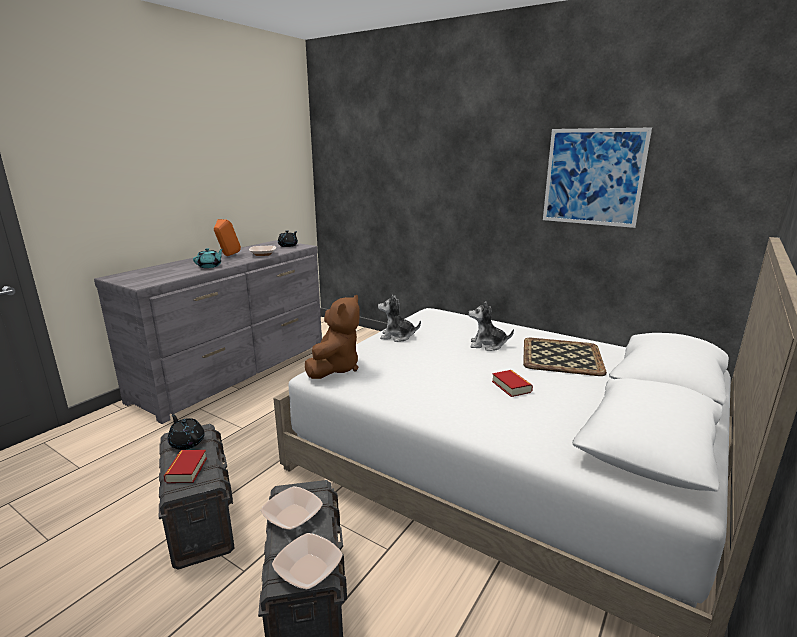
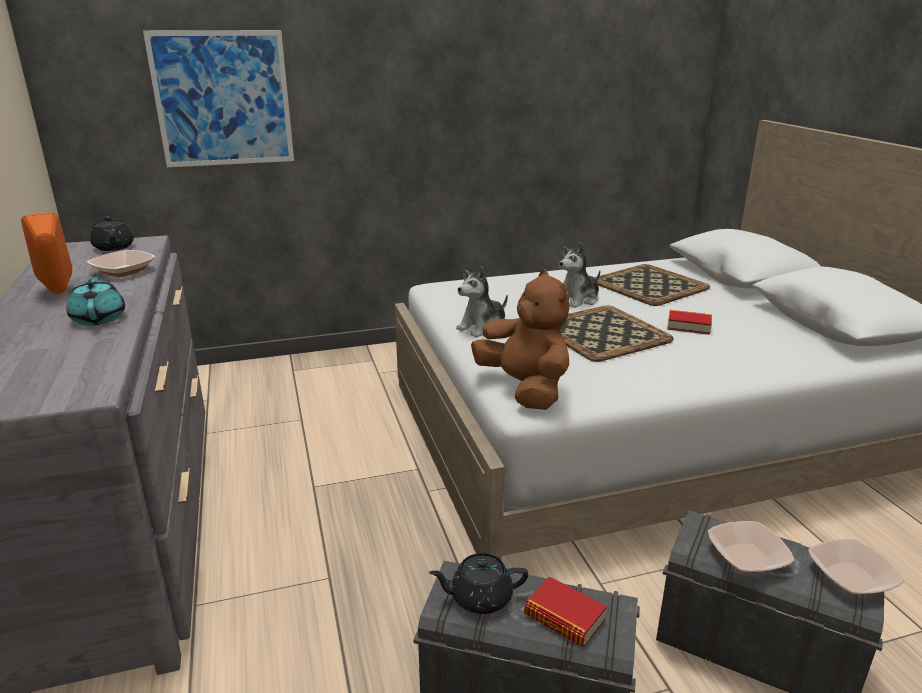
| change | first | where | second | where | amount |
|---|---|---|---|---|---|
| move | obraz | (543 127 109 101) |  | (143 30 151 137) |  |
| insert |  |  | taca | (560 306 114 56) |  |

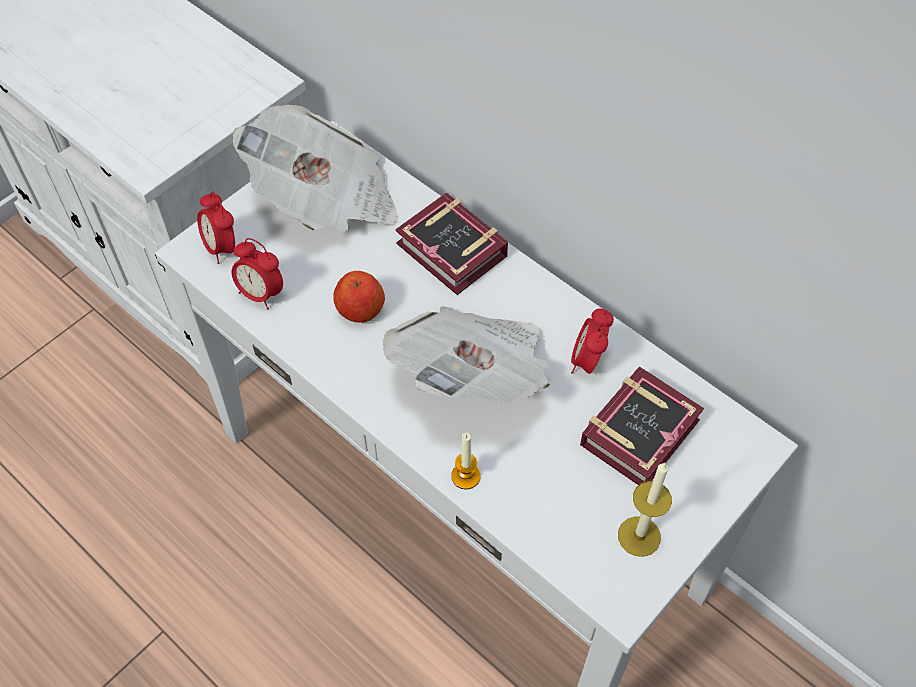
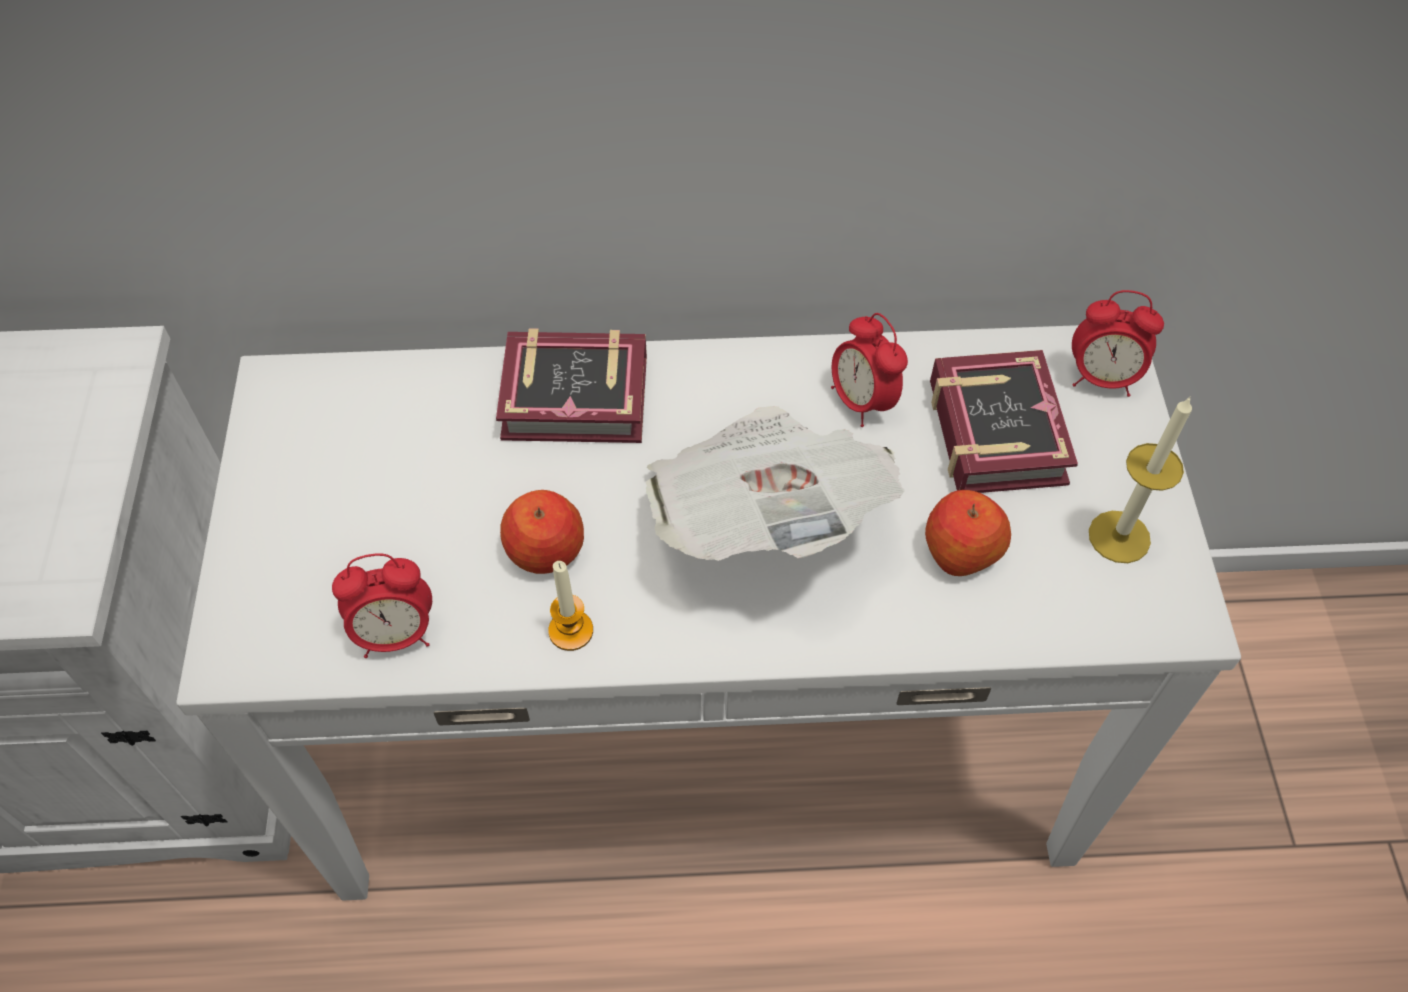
| change | first | where | second | where | amount |
|---|---|---|---|---|---|
| move | budzik | (197 191 38 73) |  | (1072 290 92 107) |  |
| delete | gazeta | (232 105 166 127) |  |  |  |
| move | świeca | (451 433 30 56) |  | (548 561 45 90) |  |
| insert |  |  | jabłko | (925 490 86 86) |  |

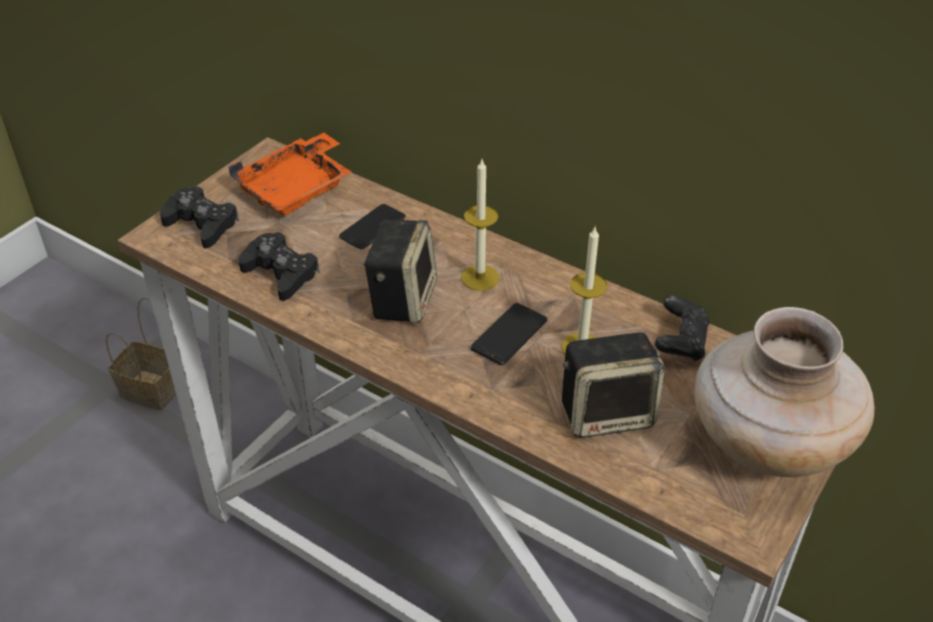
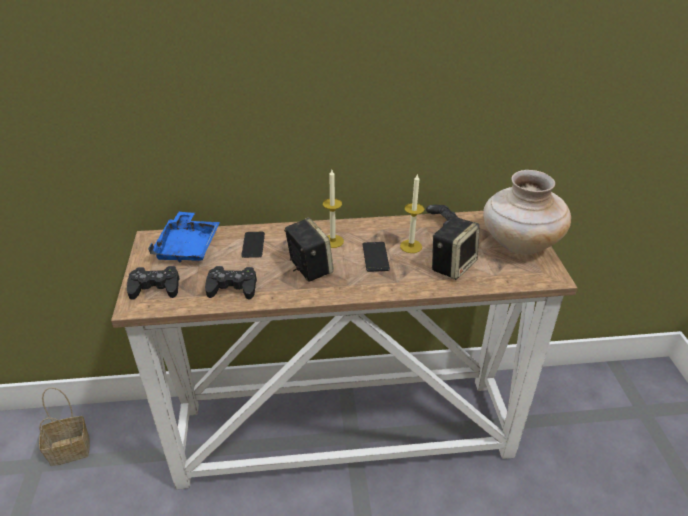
| change | first | where | second | where | amount |
|---|---|---|---|---|---|
| recolor | taca/pomarańczowy | (228 133 124 82) | taca/niebieski | (148 212 72 50) |  |

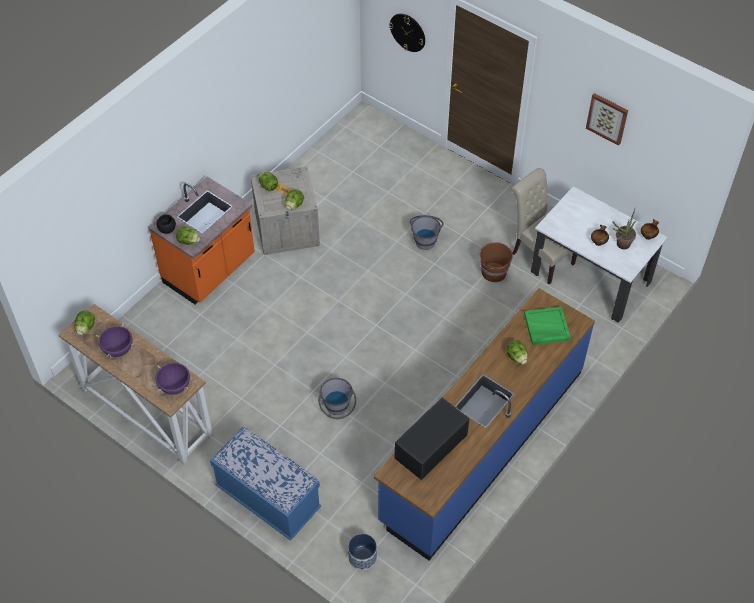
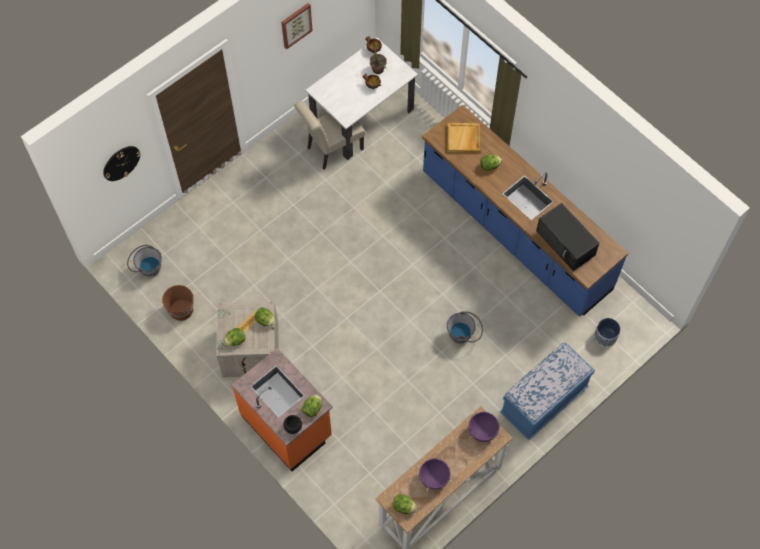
| change | first | where | second | where | amount |
|---|---|---|---|---|---|
| move | wiadro/szary | (410 215 34 35) |  | (127 245 35 32) |  |
| move | wiadro/brązowy | (478 242 35 40) |  | (162 285 32 36) |  |
| recolor | taca/zielony | (524 307 47 38) | taca/beżowy | (447 123 33 30) |  |

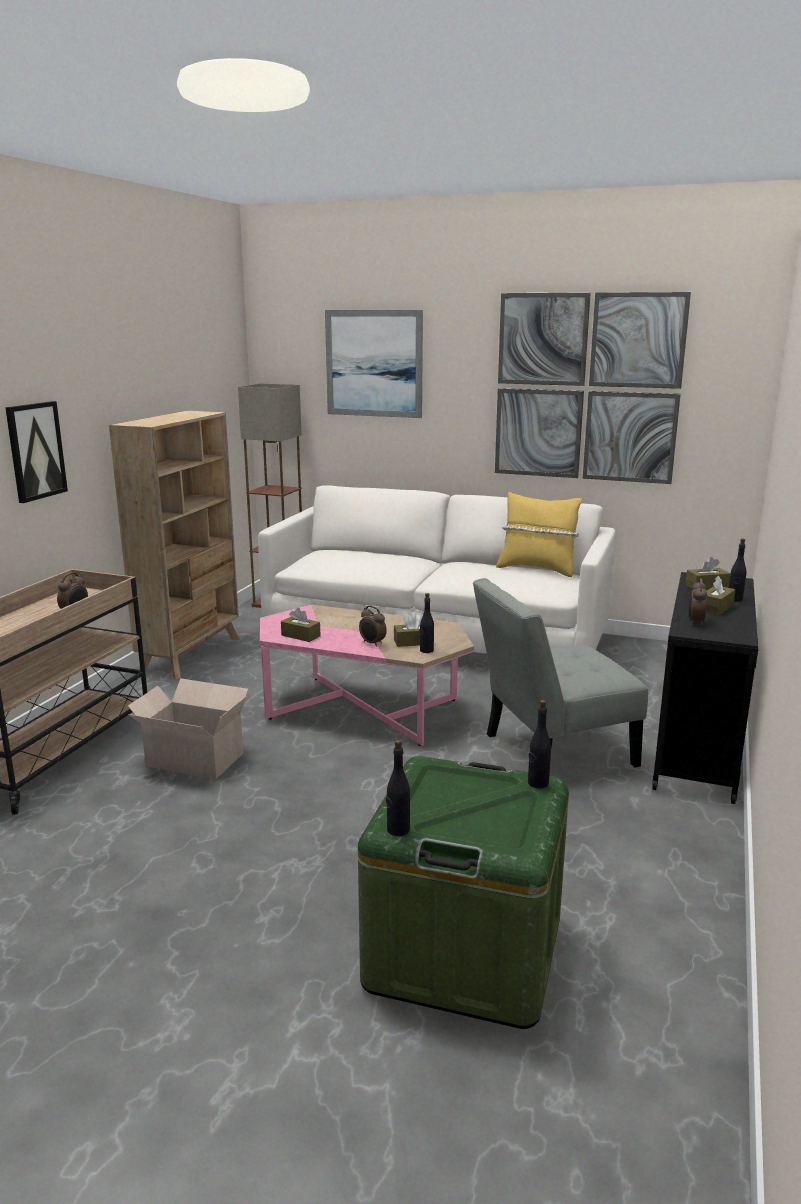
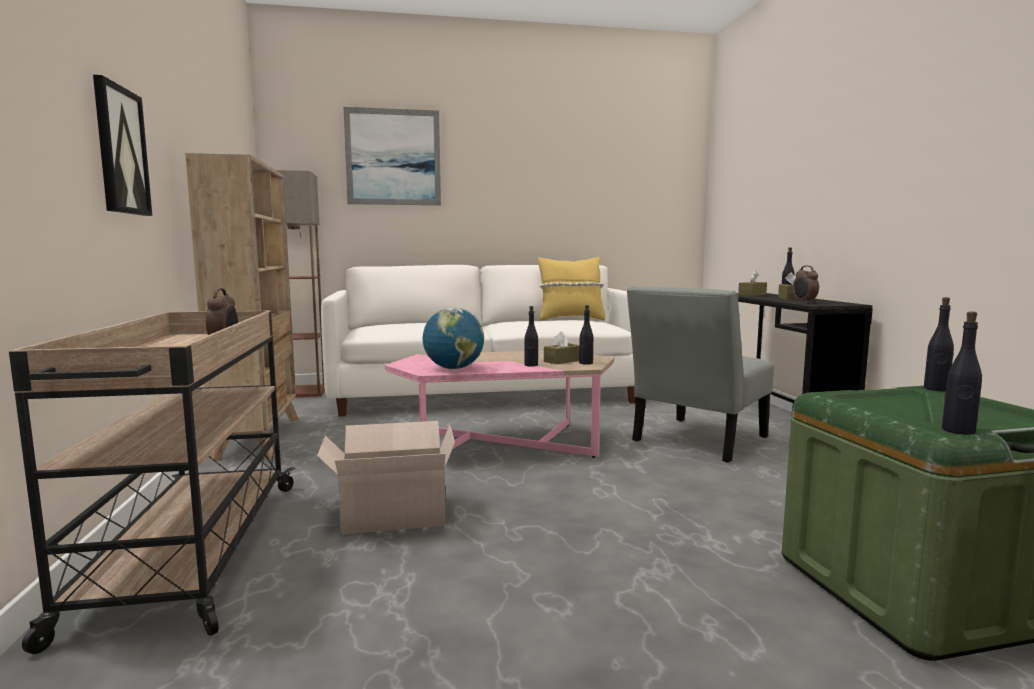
| change | first | where | second | where | amount |
|---|---|---|---|---|---|
| replace | pudełko chusteczek/brązowy | (281 608 39 34) | globus | (423 308 61 61) |  |
| replace | budzik | (359 606 28 41) | butelka/czarny | (525 306 13 61) |  |
| delete | obraz | (495 292 196 192) |  |  |  |

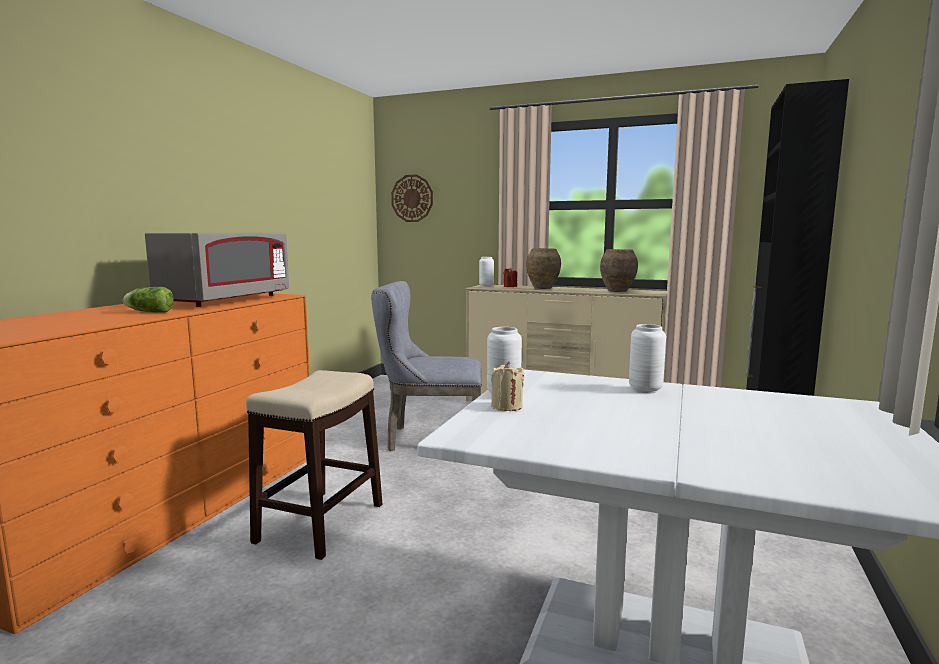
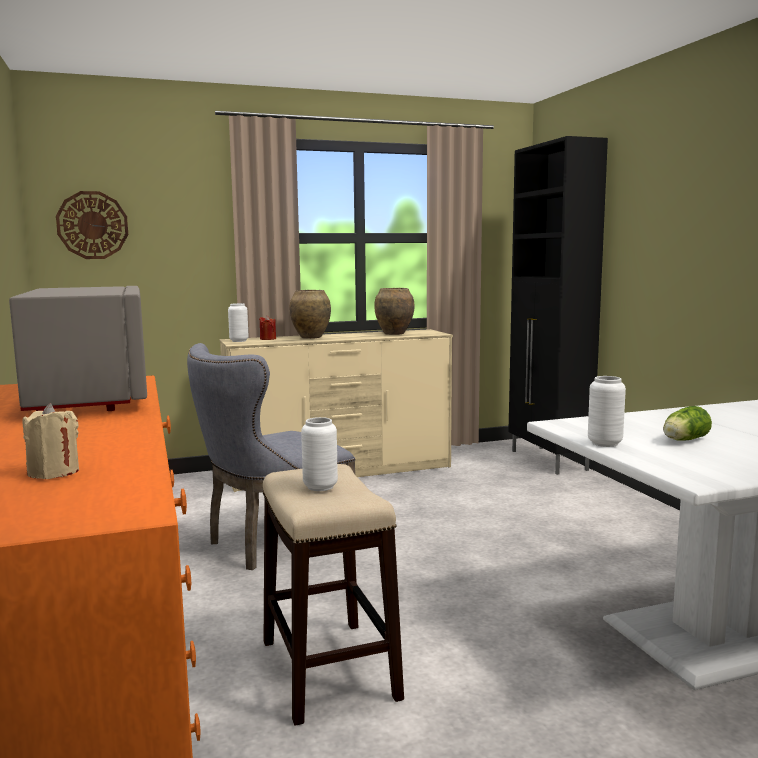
| change | first | where | second | where | amount |
|---|---|---|---|---|---|
| move | sałata | (123 287 51 26) |  | (663 406 49 35) |  |
| move | świeca/beżowy | (491 361 33 50) |  | (23 403 56 76) |  |
| move | wazon/biały | (629 324 37 69) |  | (301 417 37 74) |  |

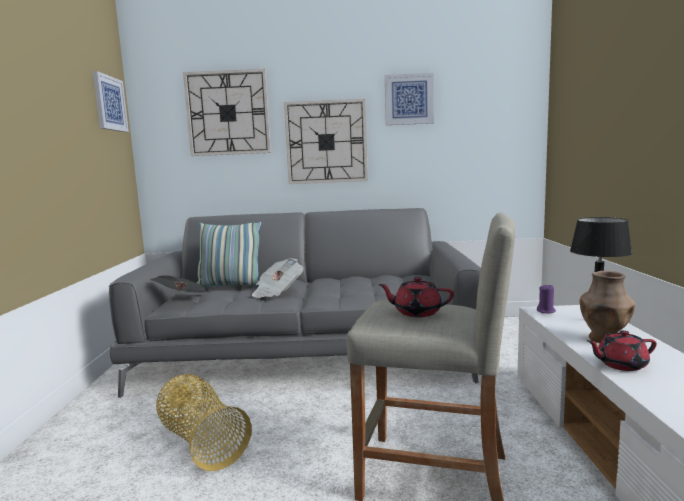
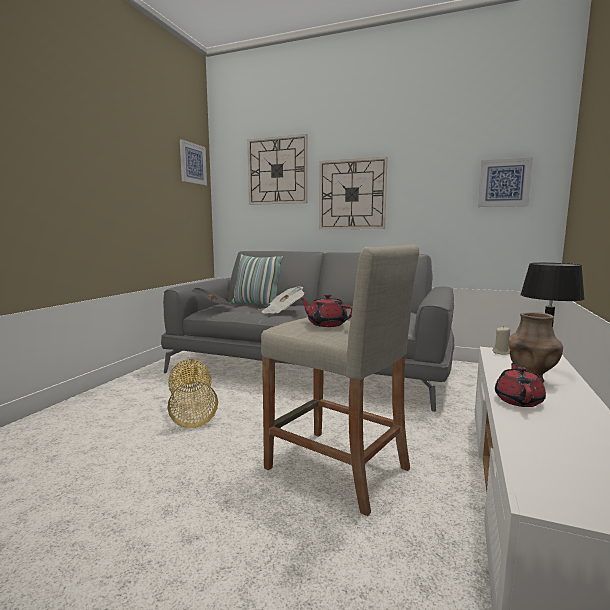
| change | first | where | second | where | amount |
|---|---|---|---|---|---|
| move | obraz | (385 73 49 52) |  | (478 157 55 50) |  |
| recolor | świeca/fioletowy | (537 285 19 28) | świeca/beżowy | (493 326 17 29) |  |
| rotate | imbryk/czerwony | (587 330 70 41) |  | (495 363 51 44) | 90 degrees clockwise |

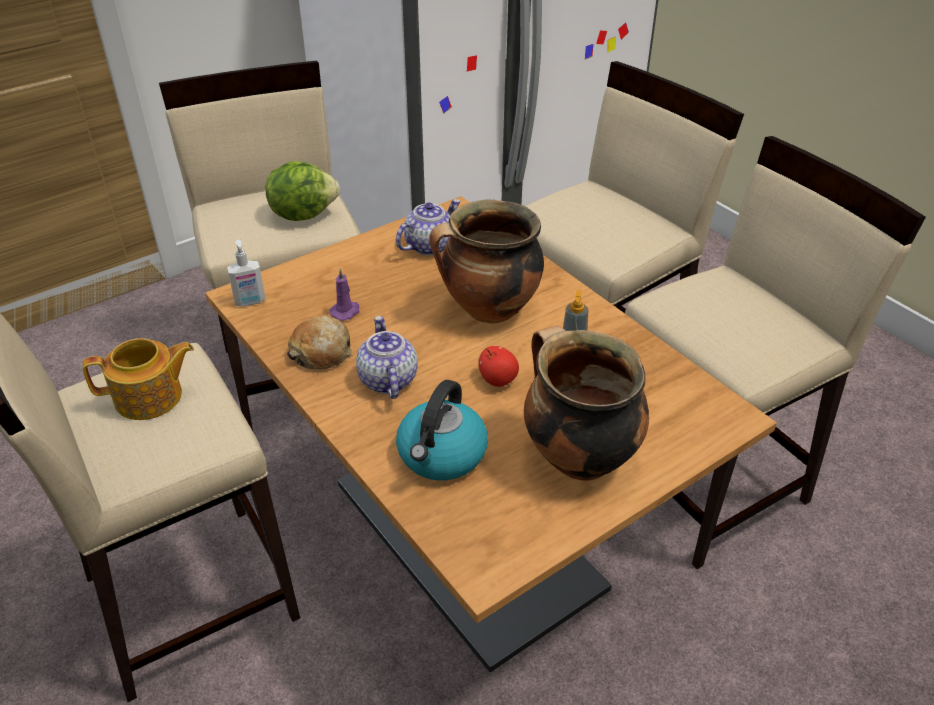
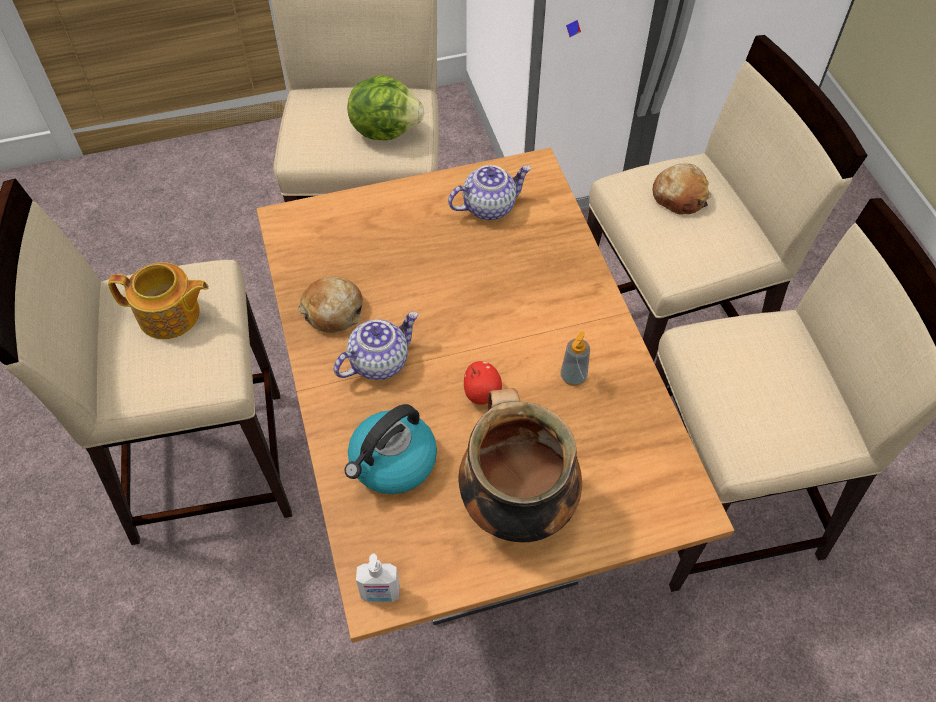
| change | first | where | second | where | amount |
|---|---|---|---|---|---|
| move | dozownik mydła | (227 240 39 67) |  | (356 554 44 48) |  |
| delete | świeca/fioletowy | (330 268 29 53) |  |  |  |
| rotate | imbryk | (356 316 62 83) |  | (334 311 85 69) | 45 degrees clockwise |
| delete | garnek | (429 199 115 124) |  |  |  |
| insert |  |  | chleb | (652 164 59 51) |  |

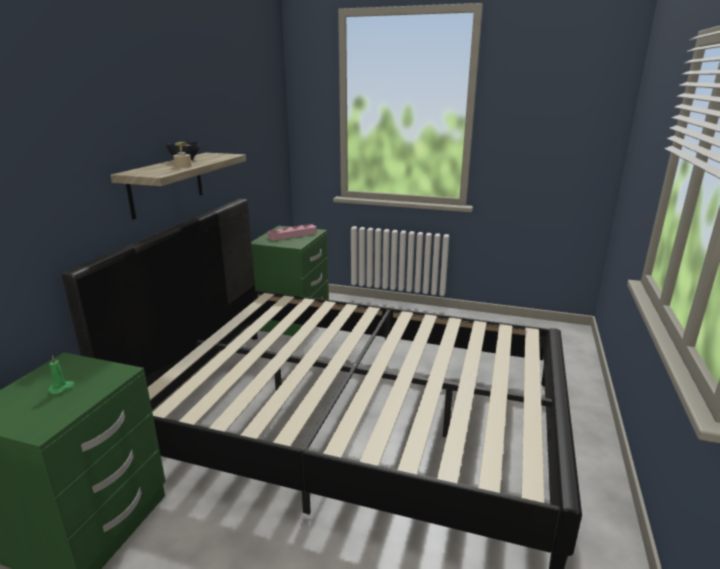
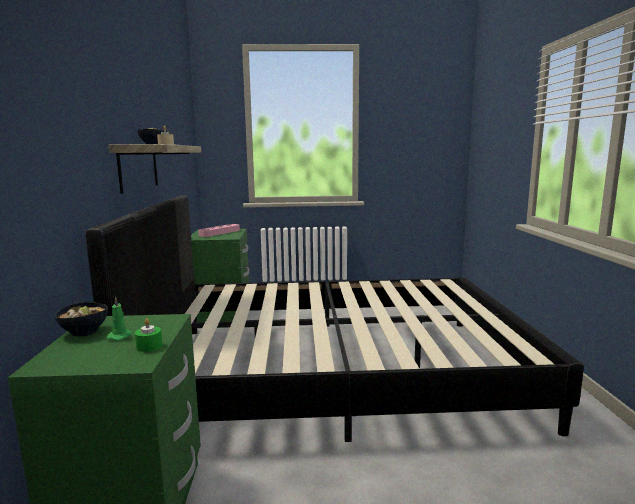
| change | first | where | second | where | amount |
|---|---|---|---|---|---|
| insert |  |  | miska | (55 302 53 35) |  |
| insert |  |  | świeca/zielony | (135 318 27 34) |  |

